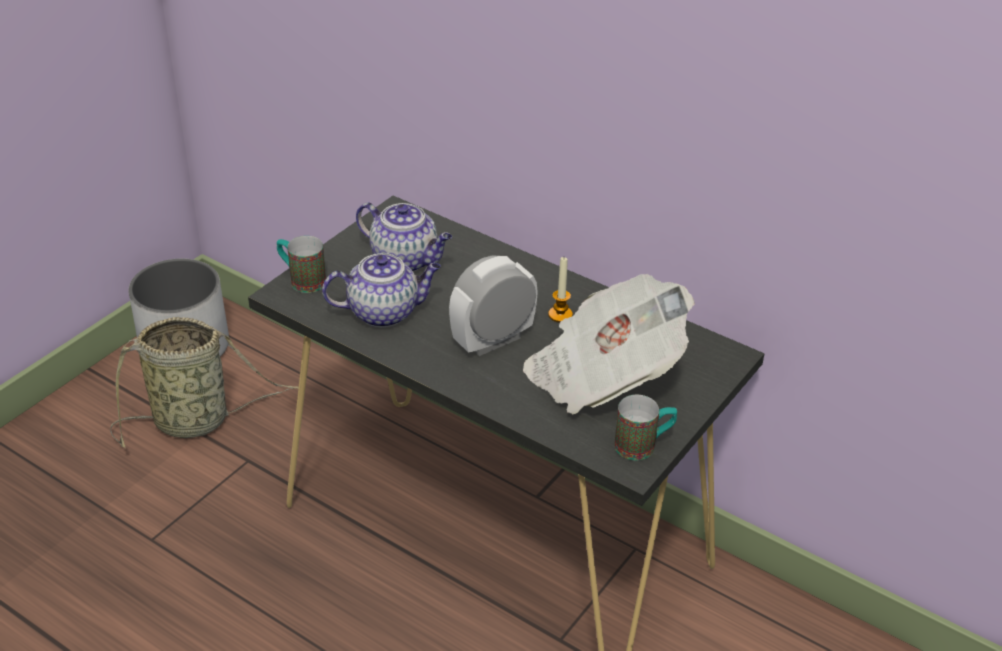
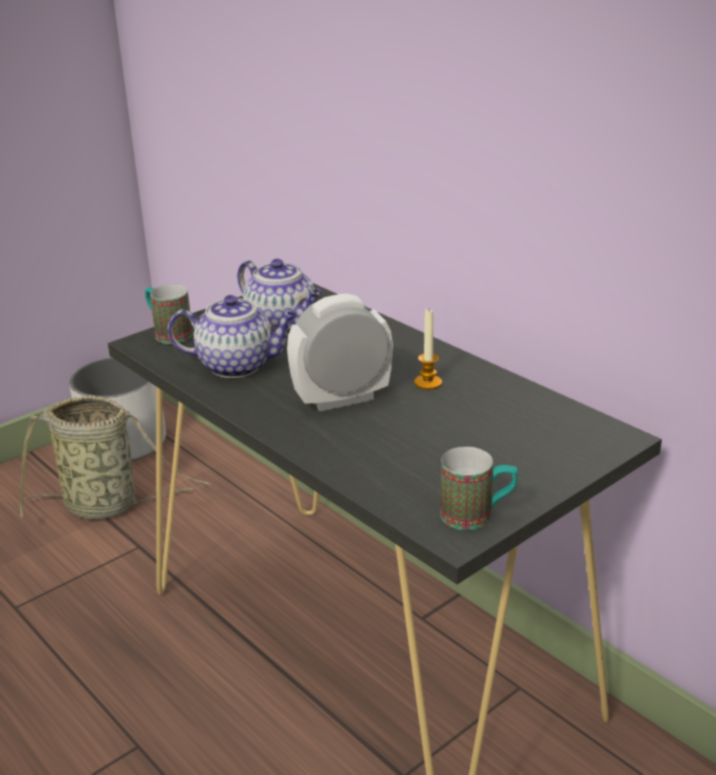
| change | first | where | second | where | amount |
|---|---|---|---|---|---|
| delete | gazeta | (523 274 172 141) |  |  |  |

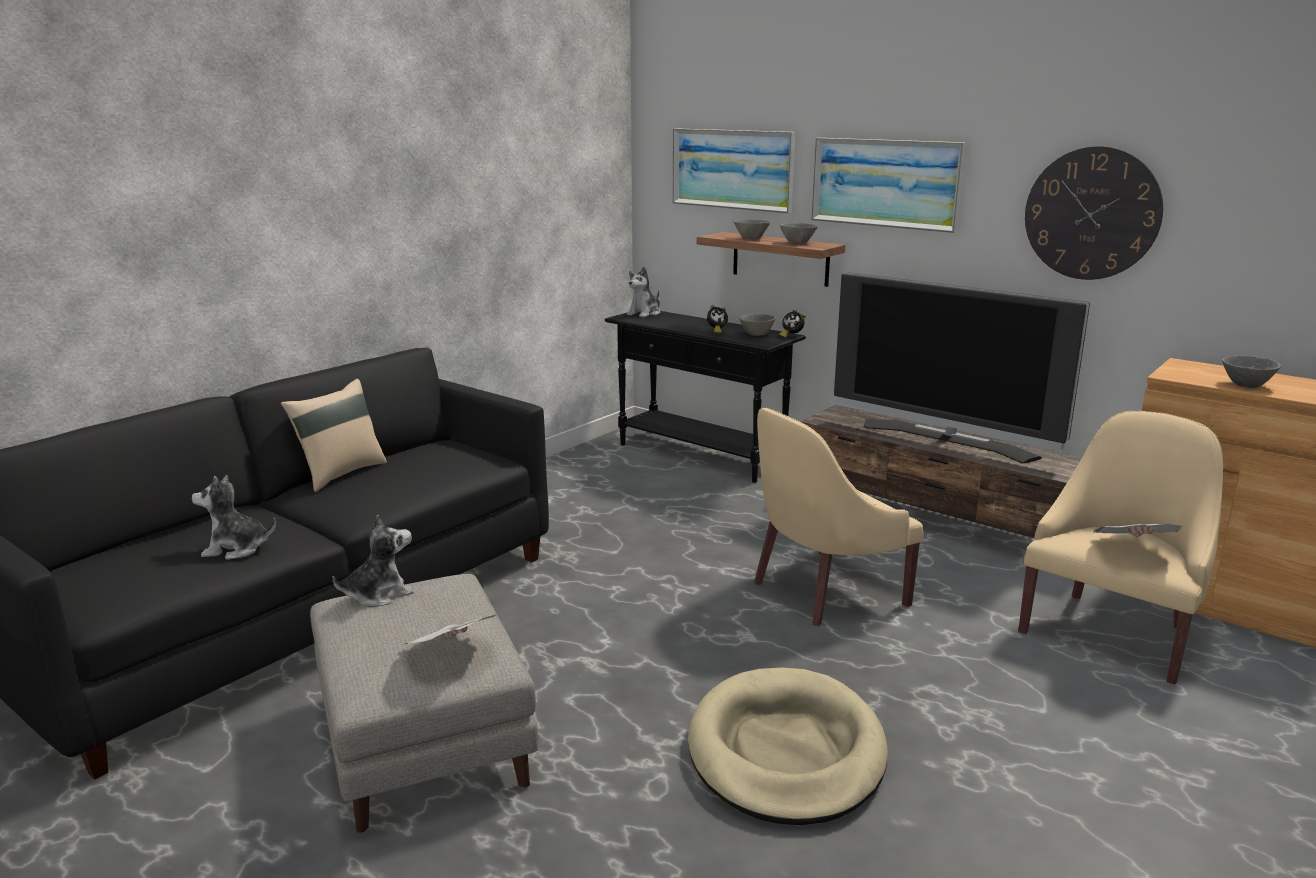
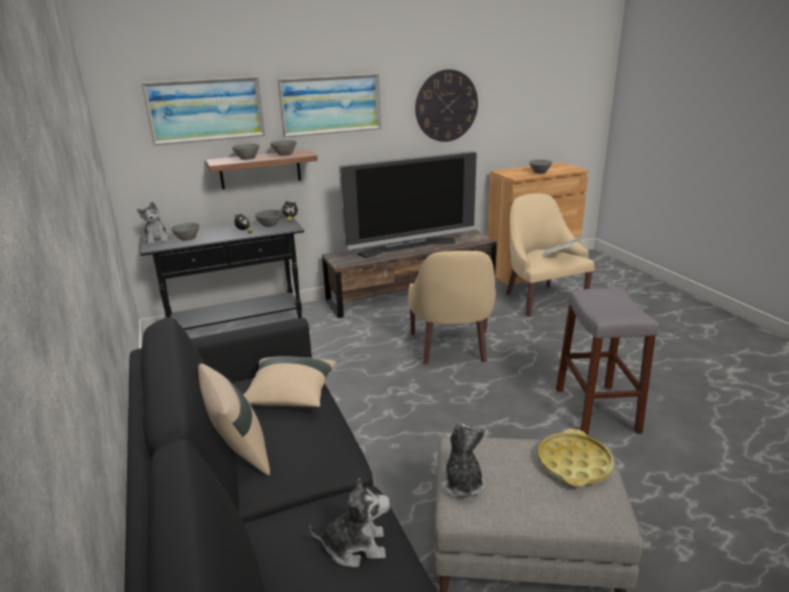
| change | first | where | second | where | amount |
|---|---|---|---|---|---|
| rotate | pluszak | (192 475 84 85) |  | (309 478 81 90) | 120 degrees counterclockwise |
| replace | gazeta | (402 615 94 30) | taca/żółty | (538 429 76 58) |  |
| replace | legowisko/beżowy | (688 668 200 157) | stołek/szary | (556 288 103 148) |  |
| insert |  |  | miska/szary | (171 223 29 18) |  |
| insert |  |  | poduszka/beżowy | (243 356 93 51) |  |

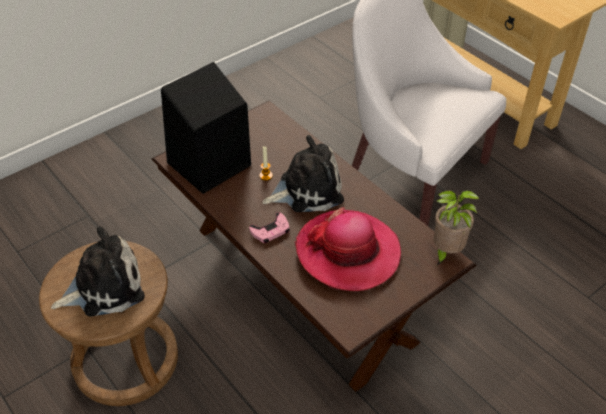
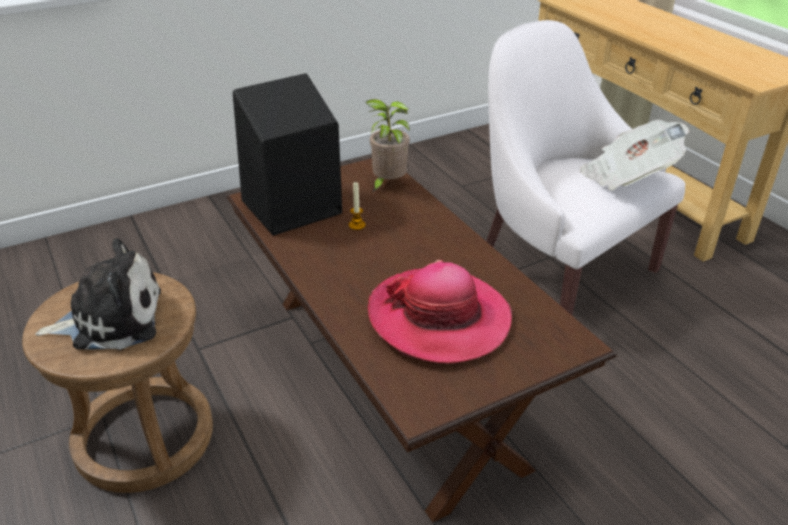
| change | first | where | second | where | amount |
|---|---|---|---|---|---|
| delete | pad do gier/różowy | (249 212 41 31) |  |  |  |
| delete | pluszak | (262 135 82 77) |  |  |  |
| move | roślina doniczkowa | (434 190 45 75) |  | (366 99 44 93) |  |
| insert |  |  | gazeta | (580 120 110 70) |  |

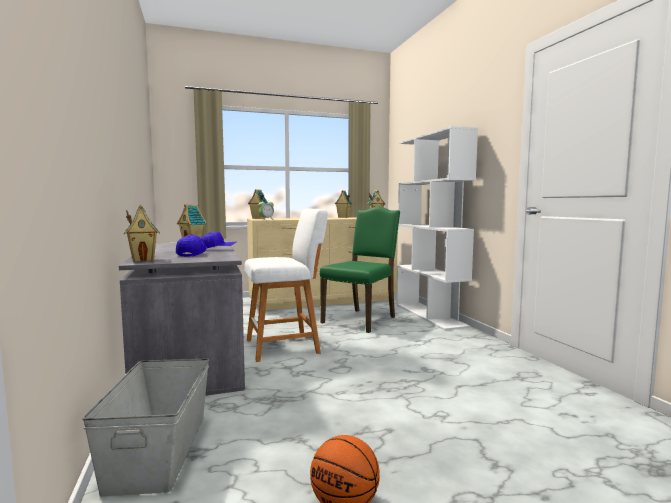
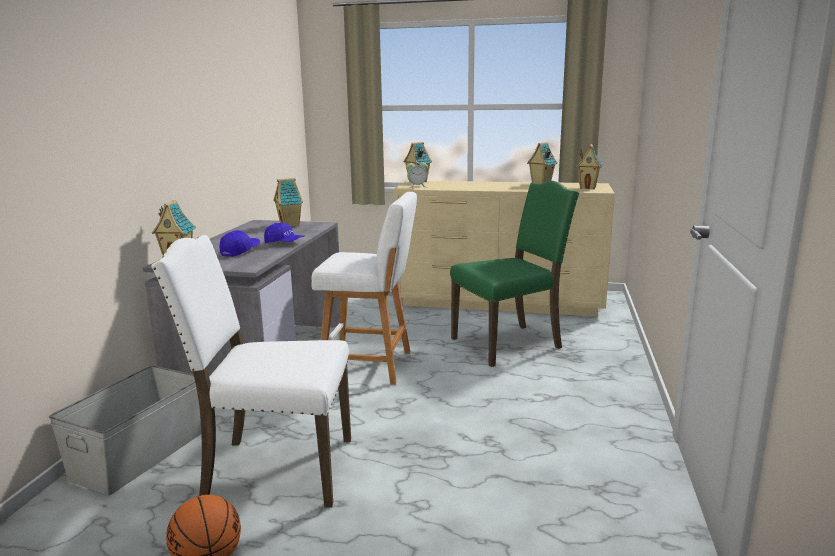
| change | first | where | second | where | amount |
|---|---|---|---|---|---|
| delete | regał/biały | (397 126 81 204) |  |  |  |
| insert |  |  | krzesło/biały | (151 235 200 272) |  |

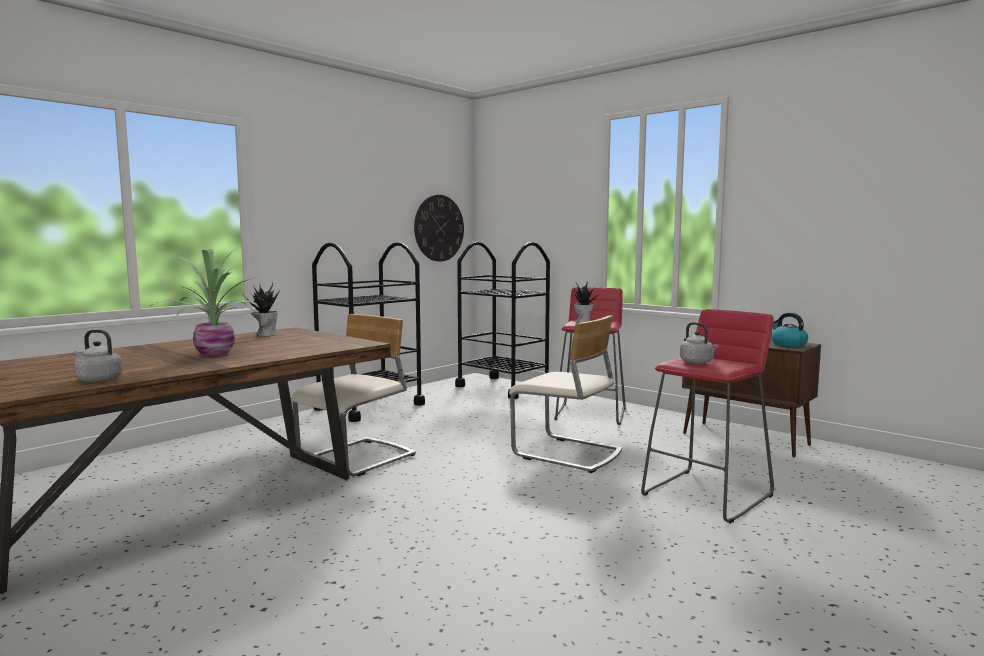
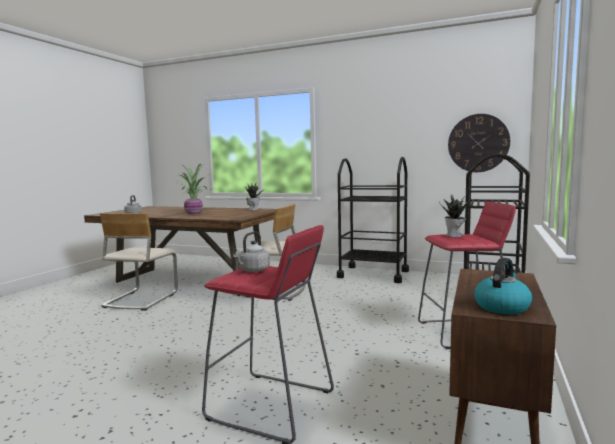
| change | first | where | second | where | amount |
|---|---|---|---|---|---|
| move | krzesło/beżowy | (509 315 113 158) |  | (100 213 78 97) |  |

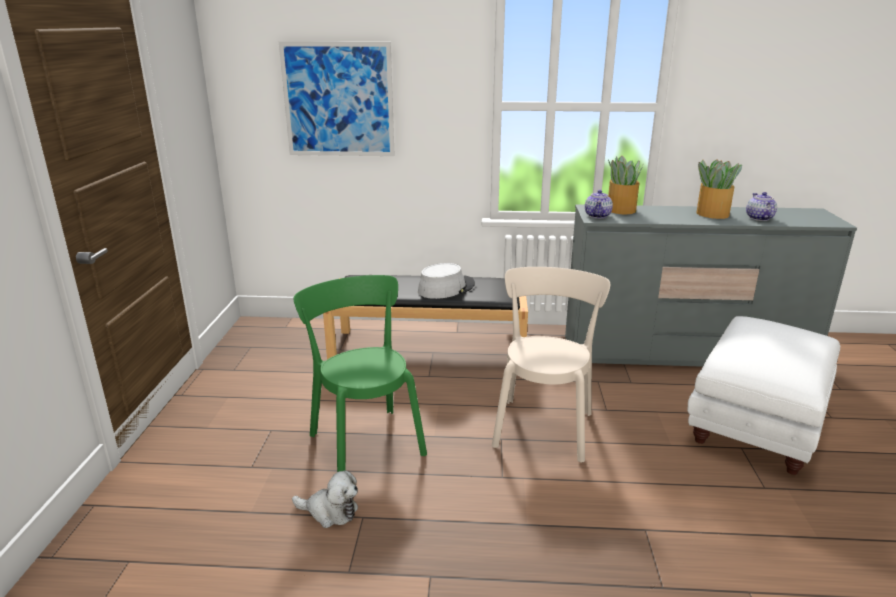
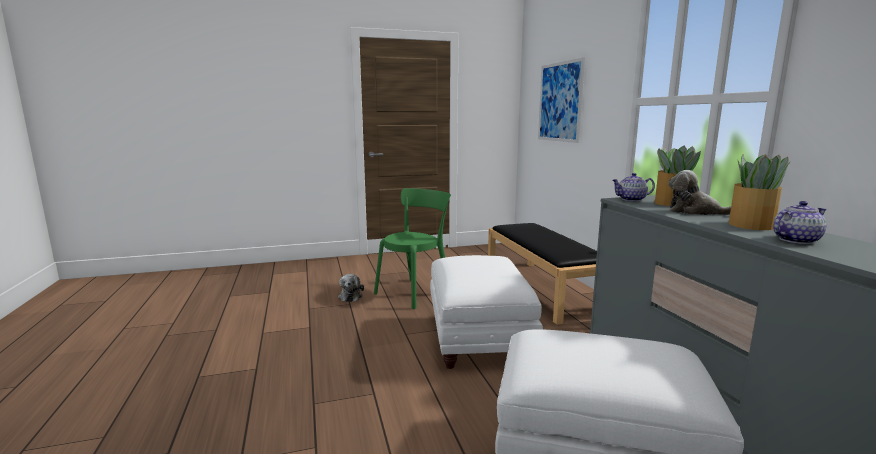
| change | first | where | second | where | amount |
|---|---|---|---|---|---|
| delete | kapelusz/szary | (418 263 57 36) |  |  |  |
| replace | krzesło/beżowy | (492 267 118 195) | pufa/biały | (430 255 113 114) |  |
| insert |  |  | pluszak | (668 170 63 45) |  |

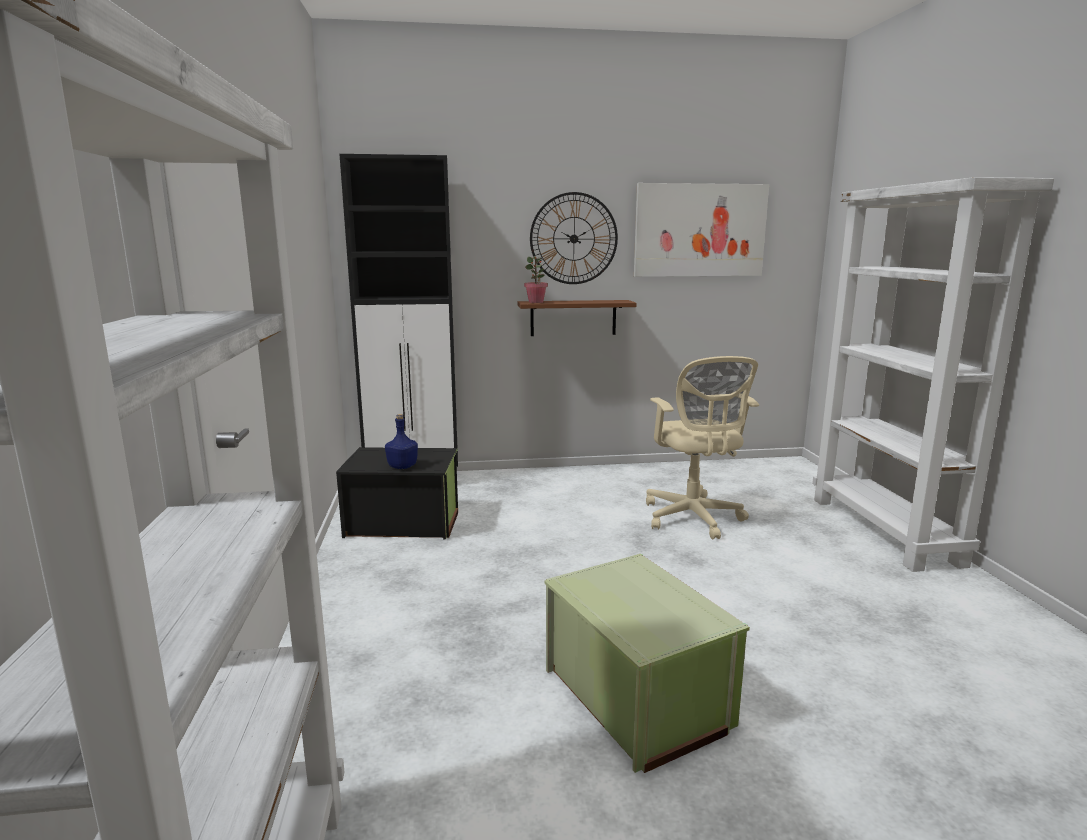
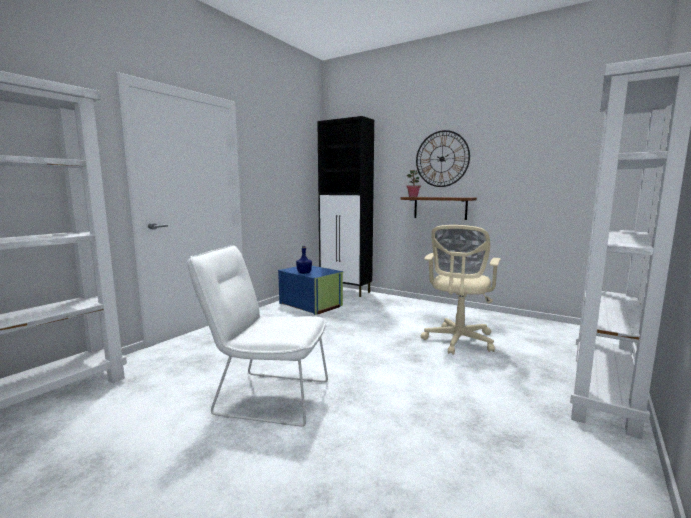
| change | first | where | second | where | amount |
|---|---|---|---|---|---|
| recolor | pojemnik do przechowywania/czarny | (336 447 122 92) | pojemnik do przechowywania/niebieski | (278 266 65 49) |  |
| replace | pojemnik do przechowywania/zielony | (545 554 205 219) | krzesło/biały | (187 245 141 182) |  |
| delete | obraz | (634 183 135 94) |  |  |  |

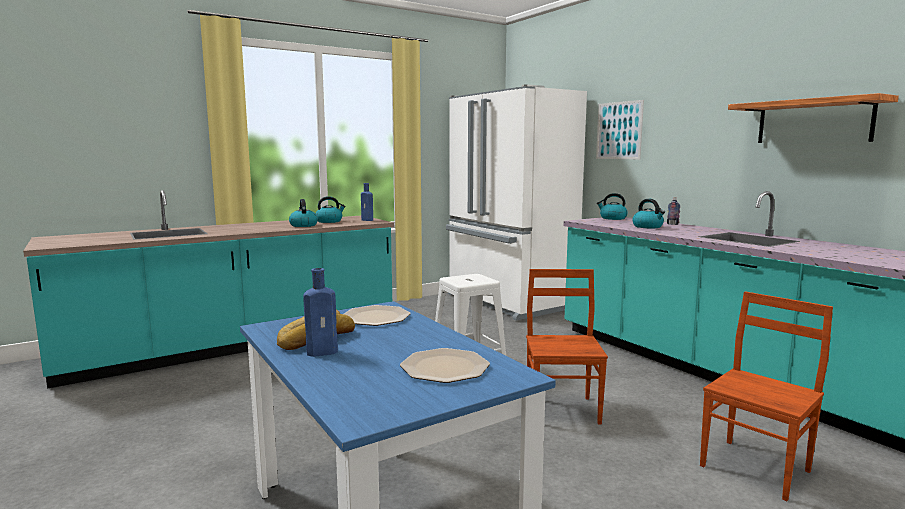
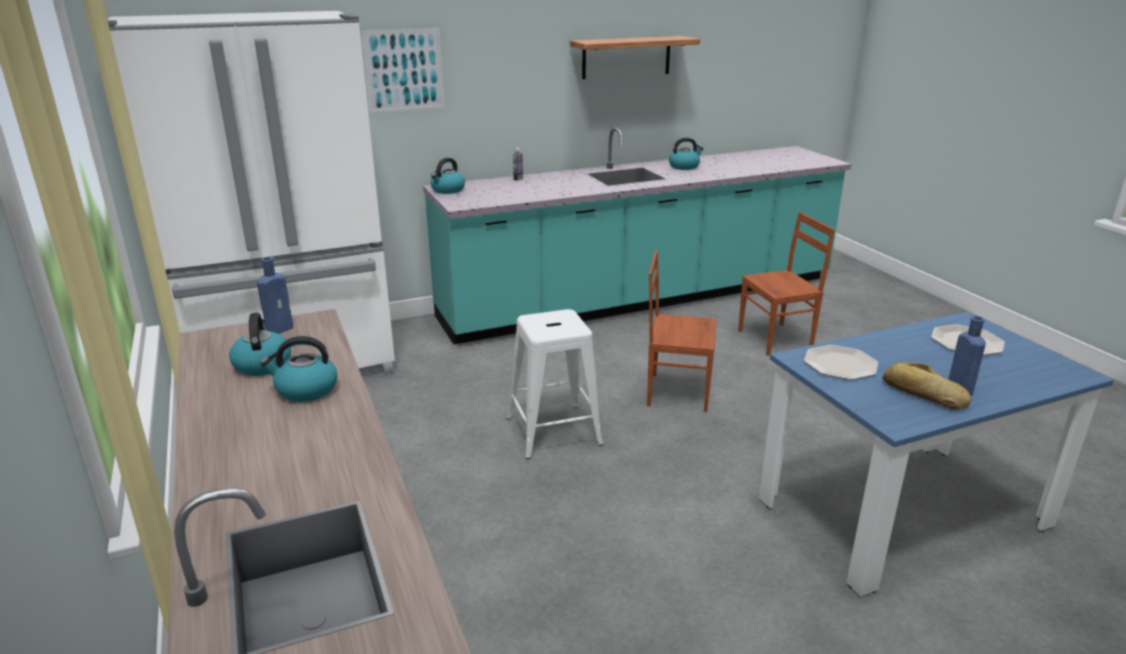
| change | first | where | second | where | amount |
|---|---|---|---|---|---|
| move | czajnik | (632 199 33 29) |  | (669 137 34 33) |  |
| rotate | krzesło/brązowy | (700 291 133 210) |  | (738 212 97 143) | 105 degrees clockwise |

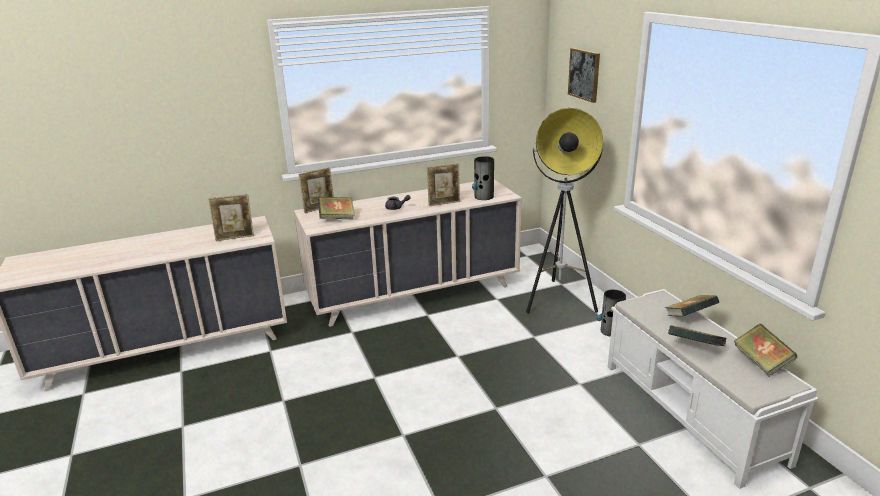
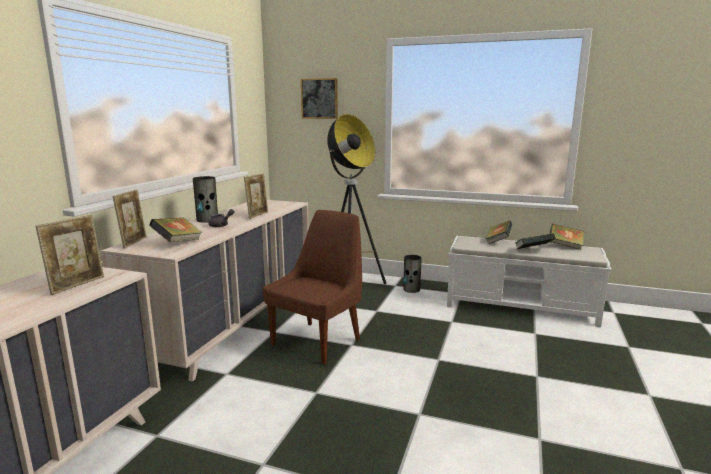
| change | first | where | second | where | amount |
|---|---|---|---|---|---|
| move | wazon | (472 156 22 44) |  | (193 176 25 47) |  |
| insert |  |  | krzesło/brązowy | (263 210 99 155) |  |

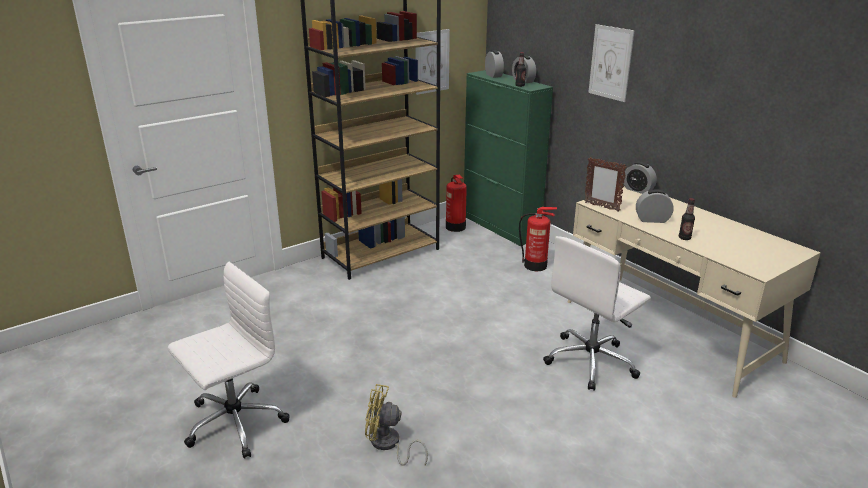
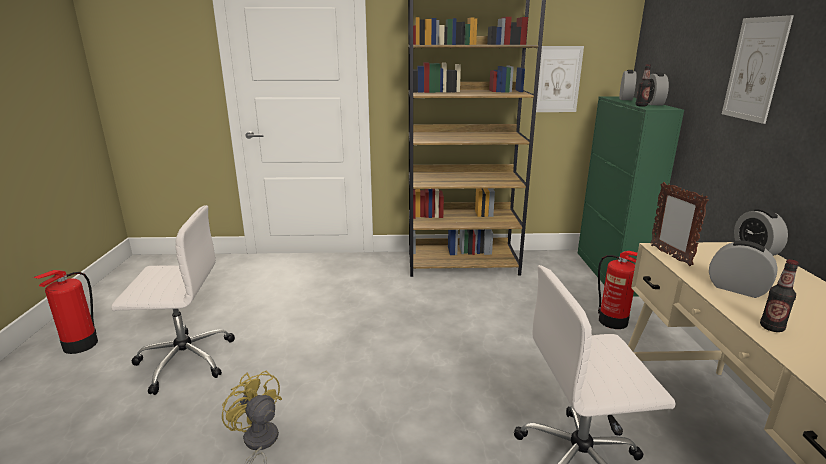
| change | first | where | second | where | amount |
|---|---|---|---|---|---|
| move | gaśnica | (446 175 21 57) |  | (33 270 65 84) |  |

